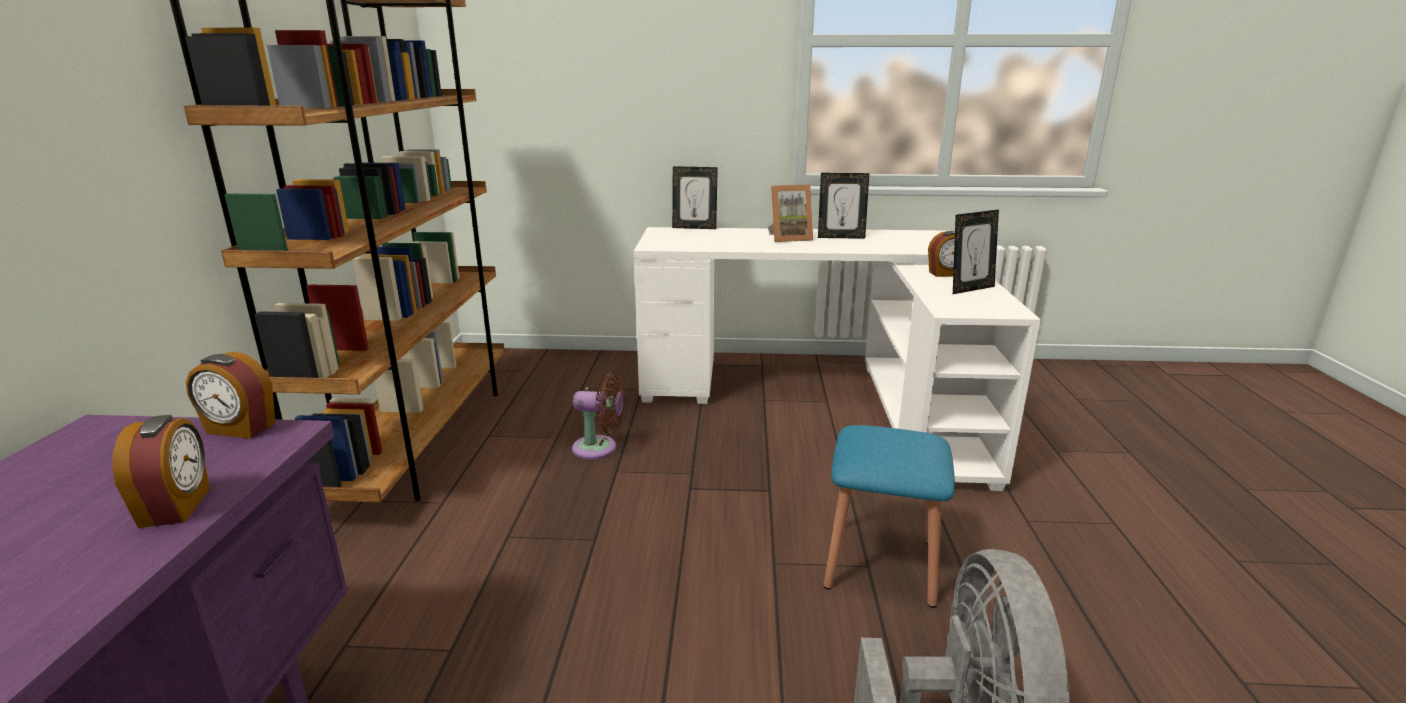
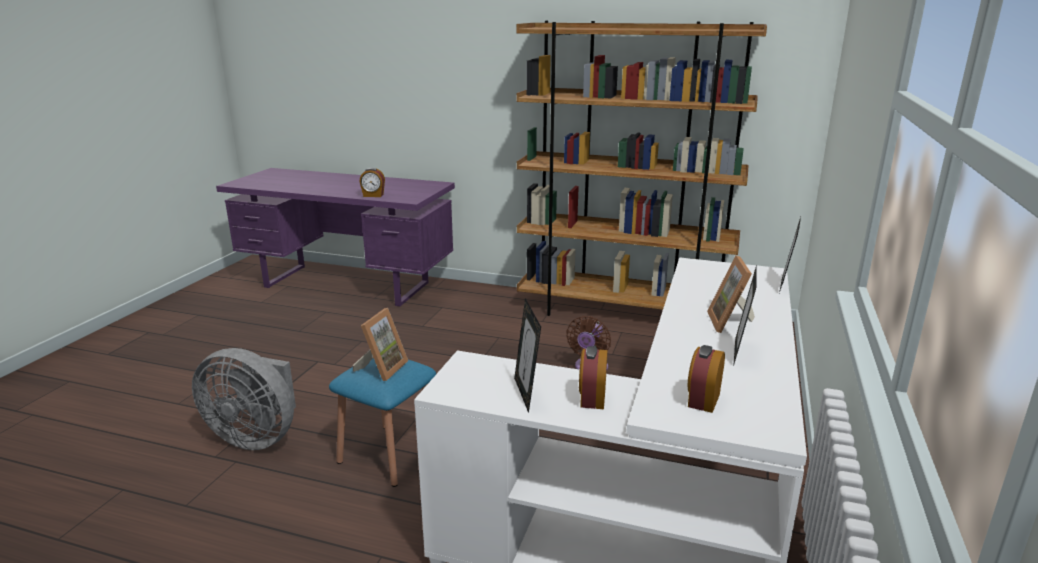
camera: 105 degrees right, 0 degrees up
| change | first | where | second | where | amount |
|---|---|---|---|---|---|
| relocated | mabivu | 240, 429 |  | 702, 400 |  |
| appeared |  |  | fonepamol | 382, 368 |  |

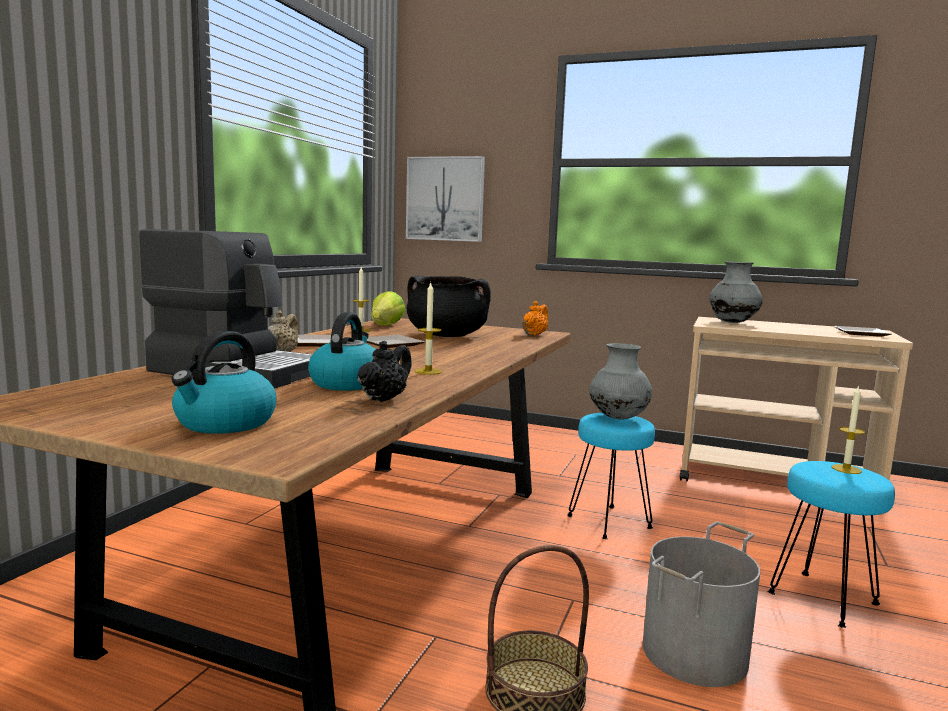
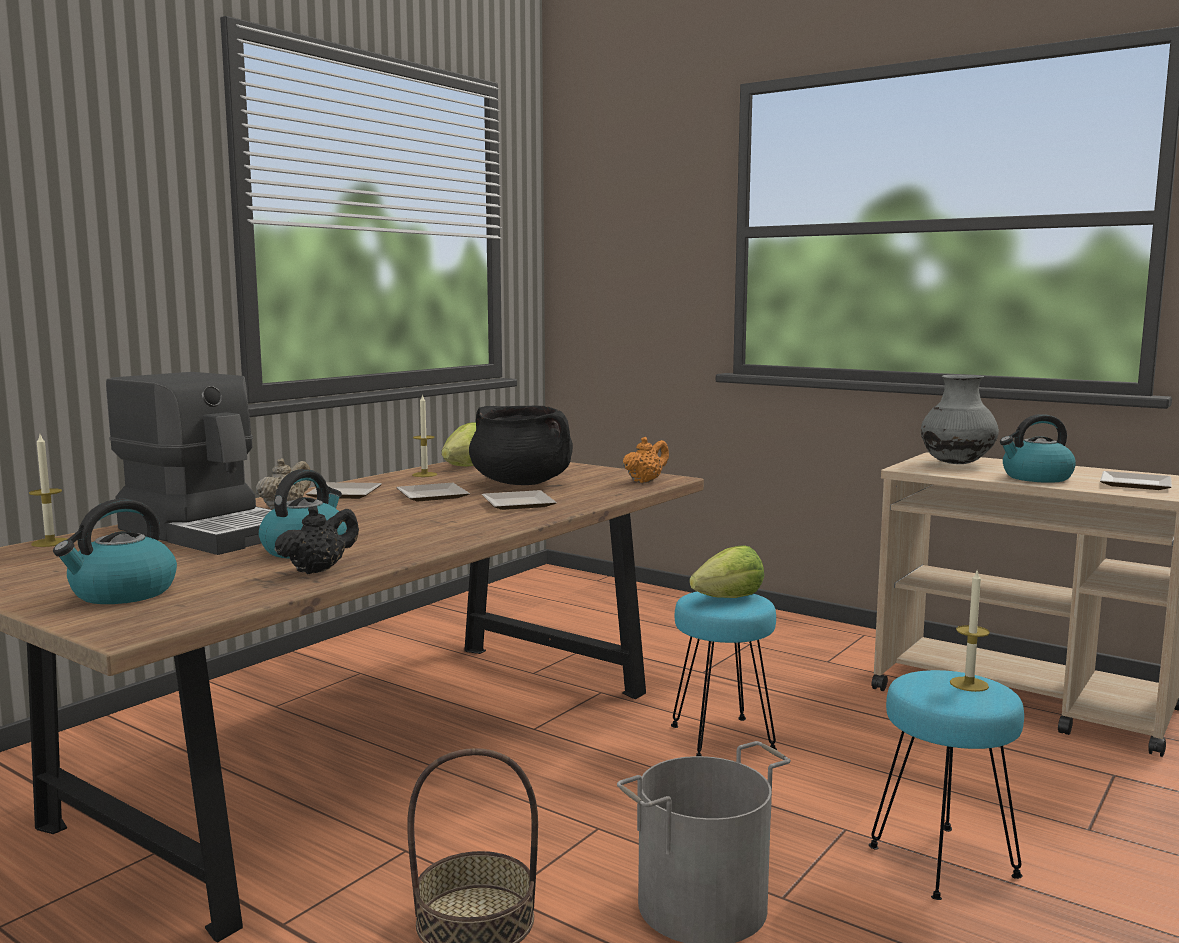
camera: 15 degrees right, 0 degrees up
| change | first | where | second | where | amount |
|---|---|---|---|---|---|
| missing | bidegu | 445, 199 |  |  |  |
| relocated | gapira | 428, 371 |  | 50, 542 |  |
| exchanged | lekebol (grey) | 618, 418 | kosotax | 729, 598 |  |
| appeared |  |  | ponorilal | 517, 504 |  |
| appeared |  |  | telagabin | 1036, 478 |  |

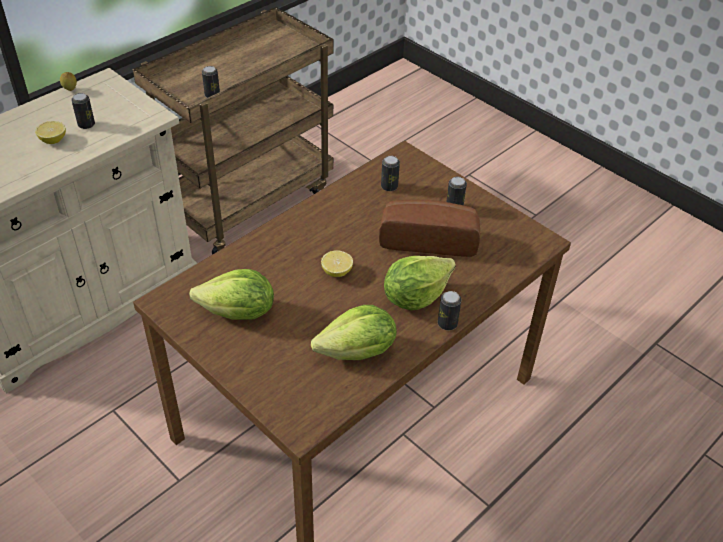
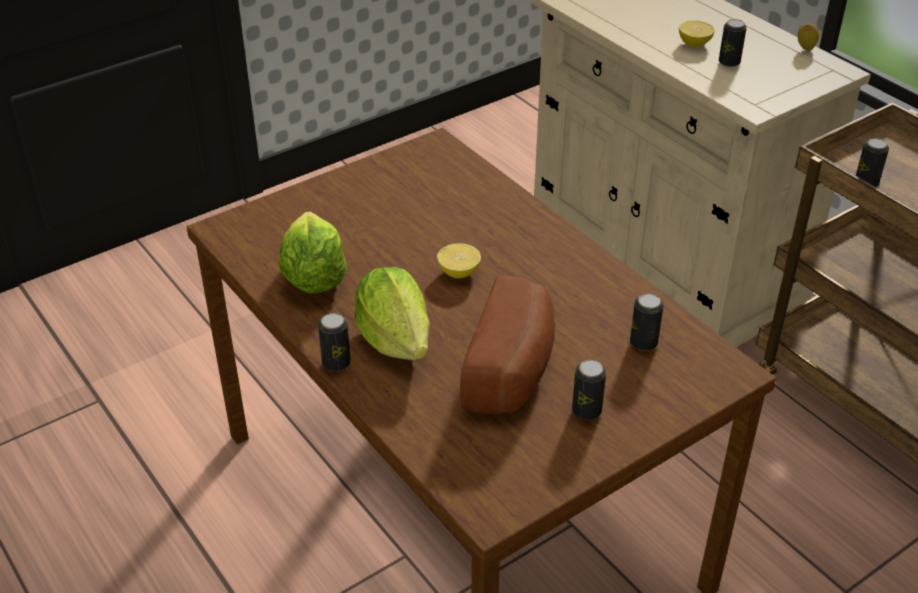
camera: 100 degrees right, 5 degrees down
| change | first | where | second | where | amount |
|---|---|---|---|---|---|
| missing | kosotax | 238, 313 |  |  |  |

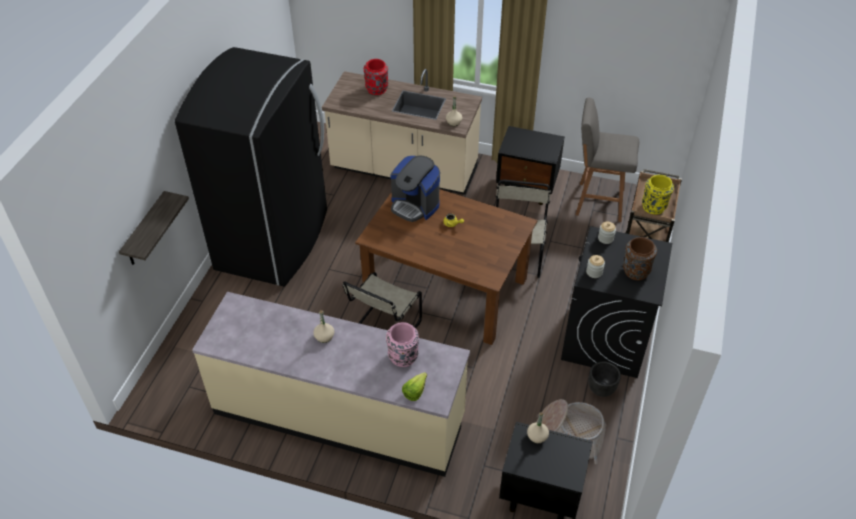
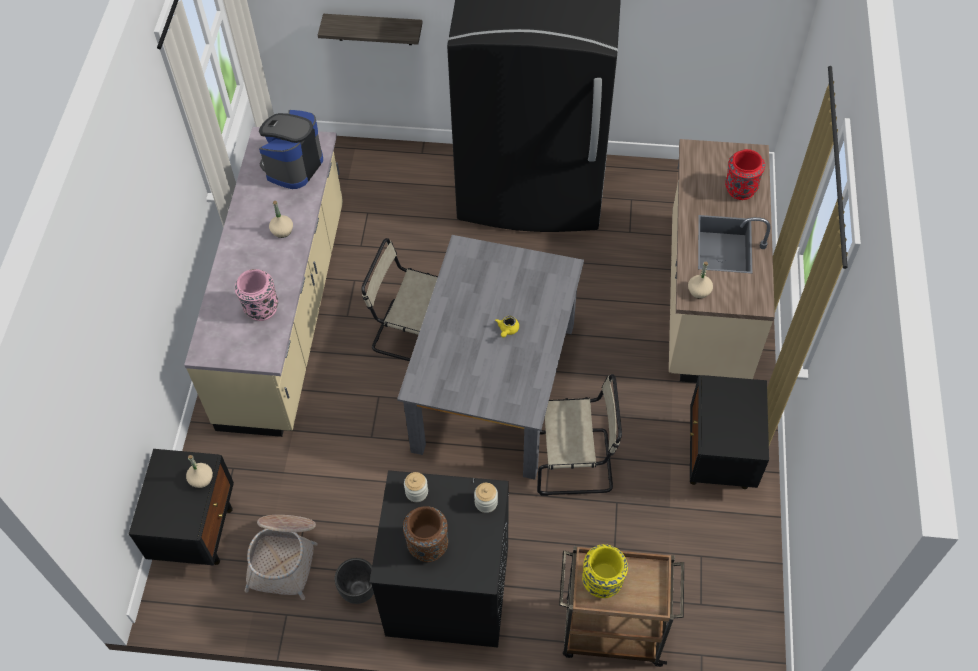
camera: 80 degrees right, 10 degrees up
| change | first | where | second | where | amount |
|---|---|---|---|---|---|
| colour | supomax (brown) | 447, 288 | supomax (grey) | 495, 387 |  |
| relocated | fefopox | 415, 205 |  | 293, 165 |  |
| missing | kosotax | 417, 390 |  |  |  |
| missing | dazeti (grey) | 597, 201 |  |  |  |

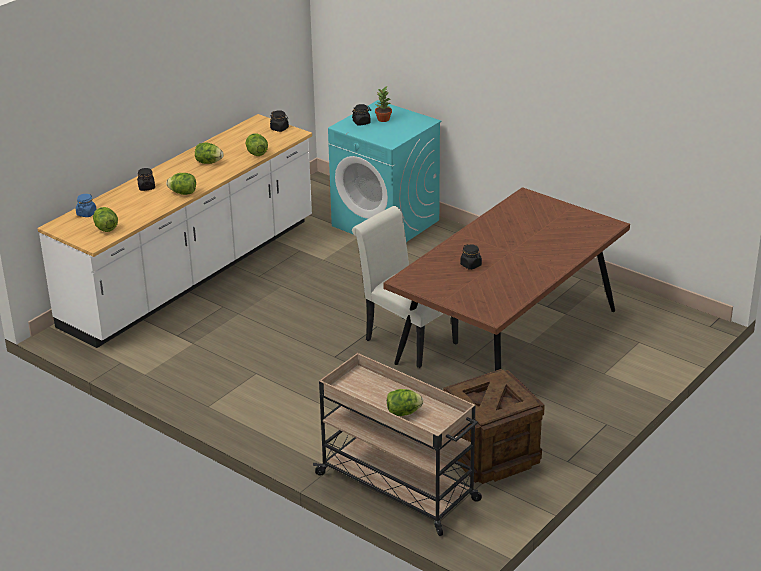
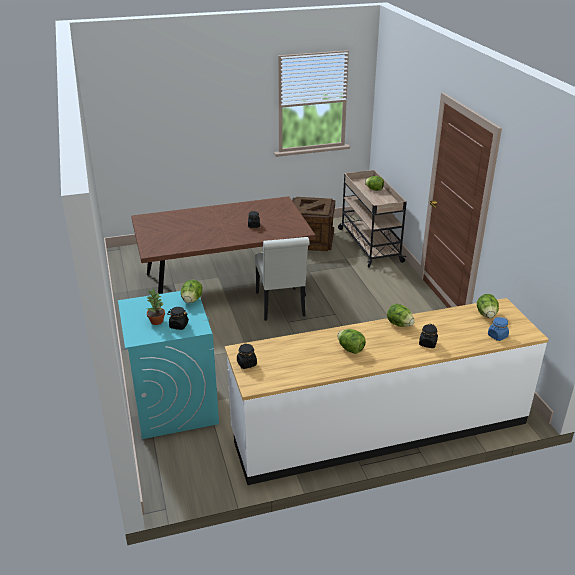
camera: 145 degrees left, 0 degrees up
| change | first | where | second | where | amount |
|---|---|---|---|---|---|
| relocated | kosotax | 256, 153 |  | 192, 300 |  |

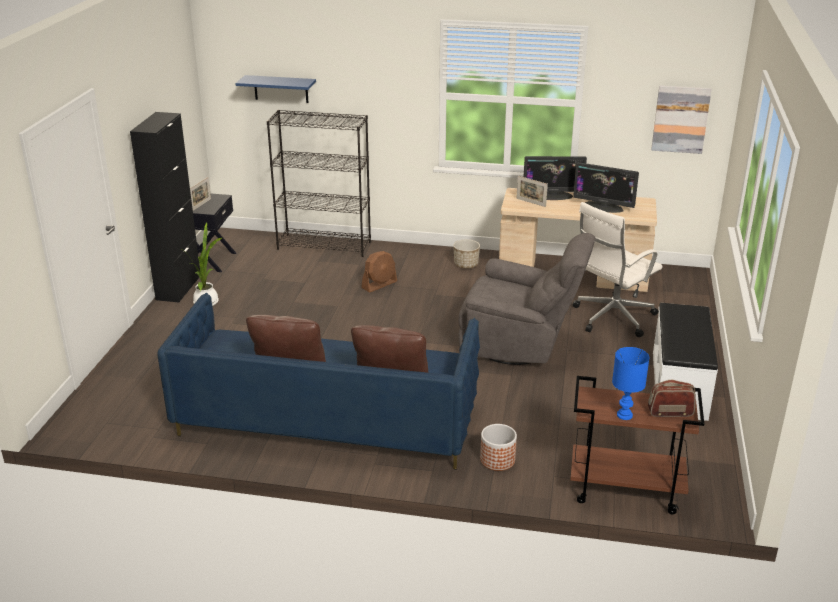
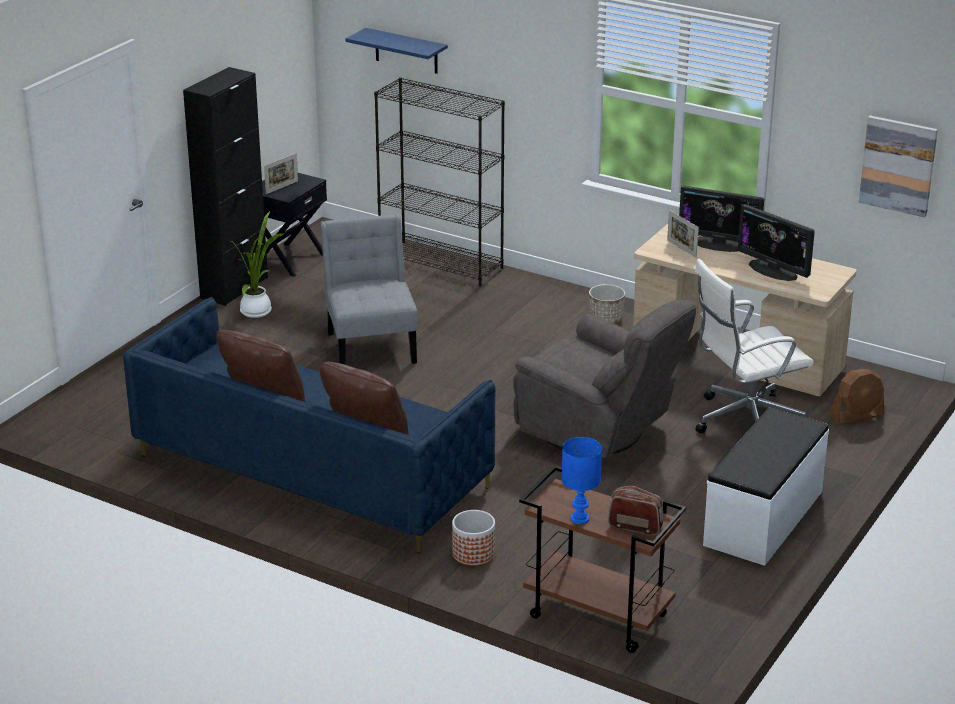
camera: 20 degrees right, 0 degrees up
| change | first | where | second | where | amount |
|---|---|---|---|---|---|
| relocated | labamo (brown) | 379, 285 |  | 857, 416 |  |
| appeared |  |  | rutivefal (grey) | 371, 345 |  |

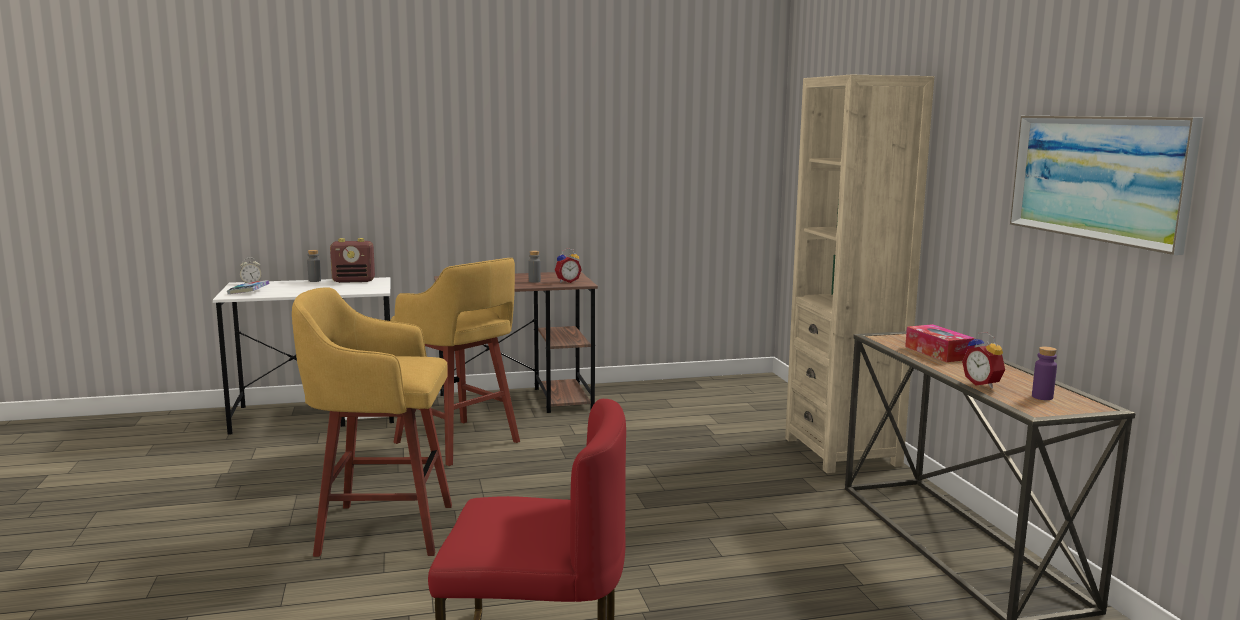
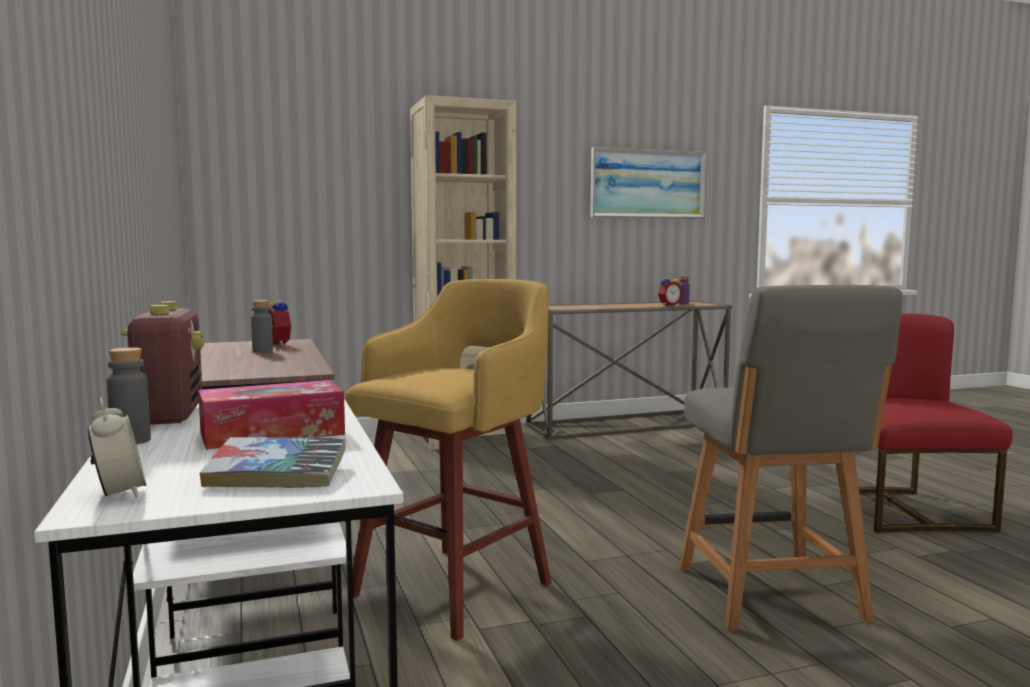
camera: 95 degrees left, 5 degrees down
| change | first | where | second | where | amount |
|---|---|---|---|---|---|
| exchanged | dazeti (yellow) | 381, 529 | rutivefal (grey) | 772, 596 |  |
| relocated | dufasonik | 938, 353 |  | 272, 434 |  |

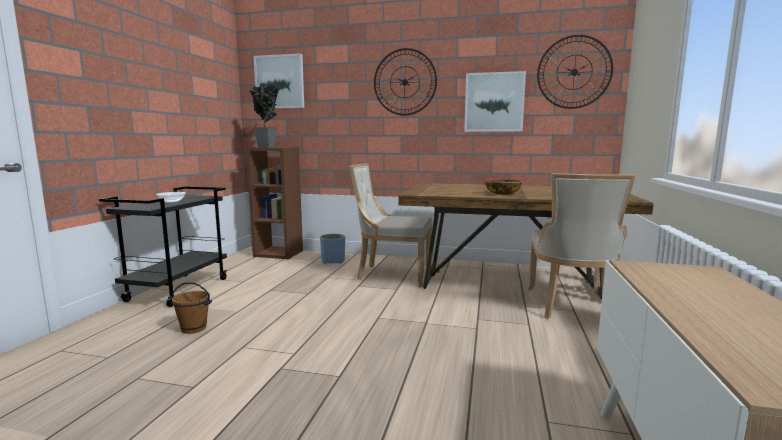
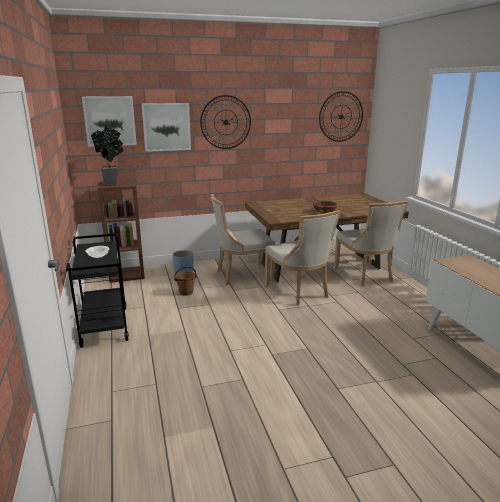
camera: 30 degrees left, 10 degrees up
| change | first | where | second | where | amount |
|---|---|---|---|---|---|
| relocated | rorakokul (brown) | 194, 328 |  | 186, 292 |  |
| relocated | bidegu | 494, 102 |  | 166, 127 |  |
| appeared |  |  | rutivefal (beige) | 299, 292 |  |

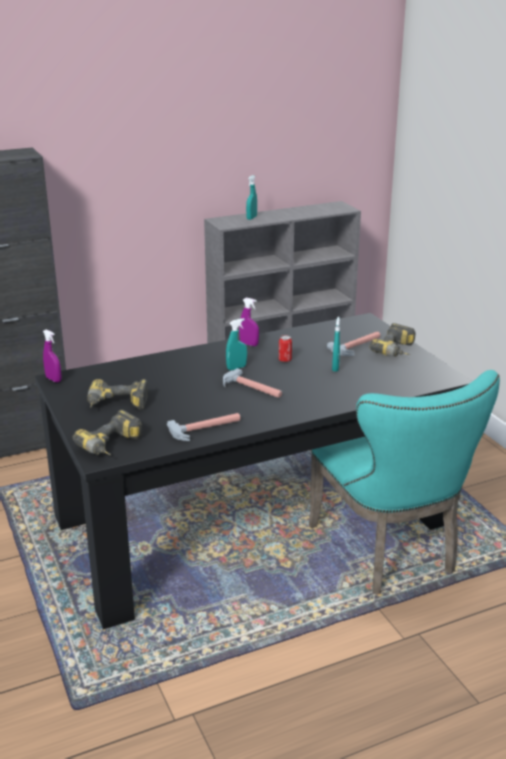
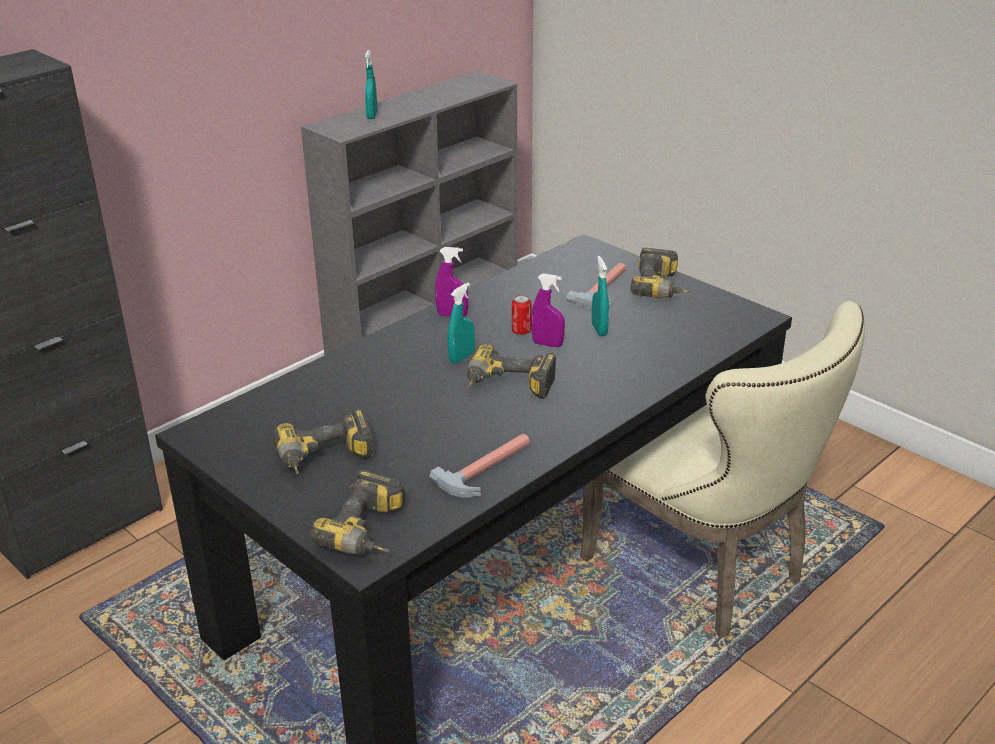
camera: 20 degrees left, 5 degrees up
| change | first | where | second | where | amount |
|---|---|---|---|---|---|
| relocated | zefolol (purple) | 53, 379 |  | 547, 344 |  |
| exchanged | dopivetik | 251, 388 | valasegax | 507, 387 |  |
| colour | rutivefal (turquoise) | 390, 553 | rutivefal (beige) | 707, 571 |  |

